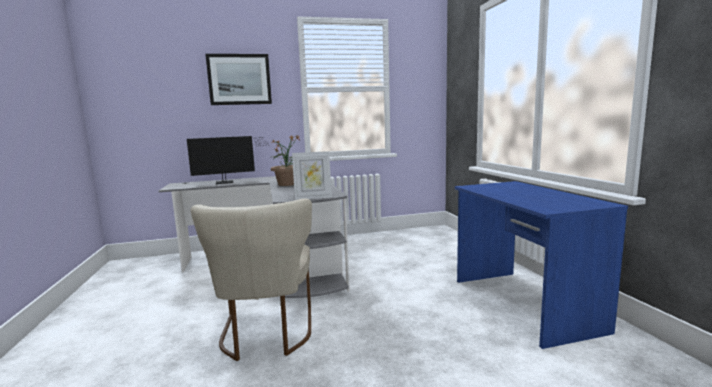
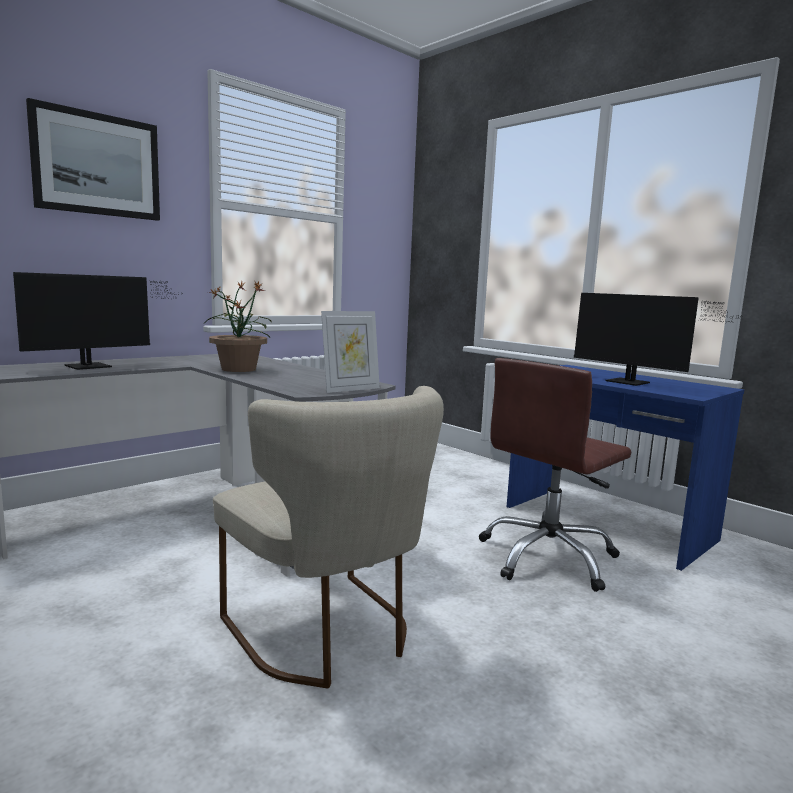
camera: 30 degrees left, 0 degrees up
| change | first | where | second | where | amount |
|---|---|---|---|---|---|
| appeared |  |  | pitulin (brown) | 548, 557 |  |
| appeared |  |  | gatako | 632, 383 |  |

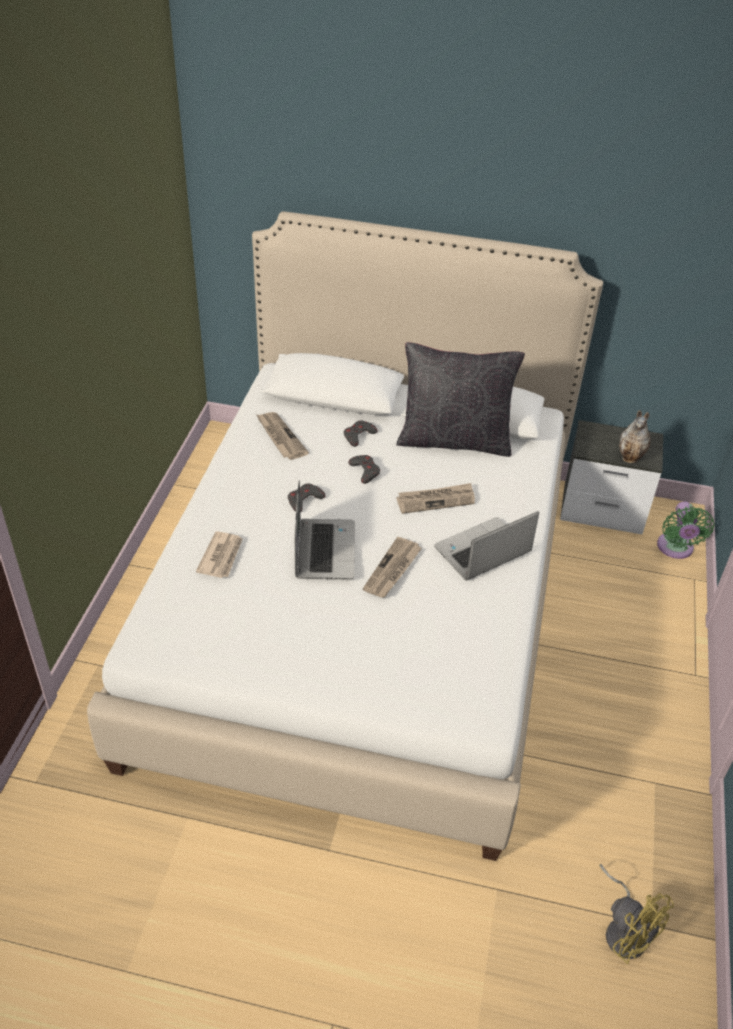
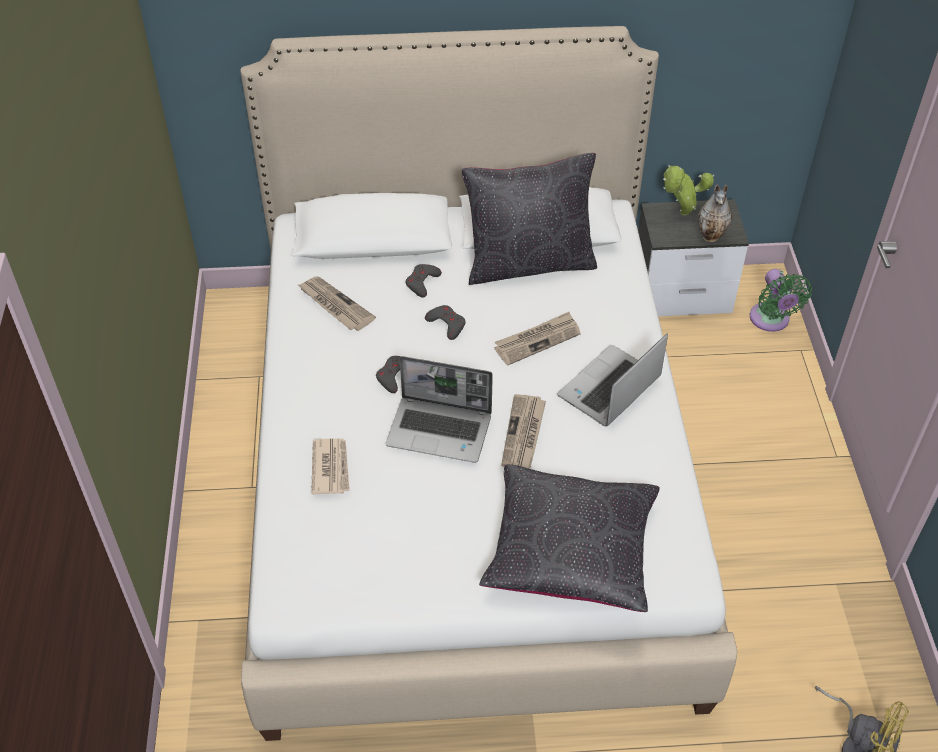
camera: 15 degrees left, 5 degrees up
| change | first | where | second | where | amount |
|---|---|---|---|---|---|
| spun | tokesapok | 323, 550 |  | 440, 430 | 120 degrees clockwise |
| appeared |  |  | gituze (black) | 570, 551 |  |
| appeared |  |  | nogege | 681, 214 |  |

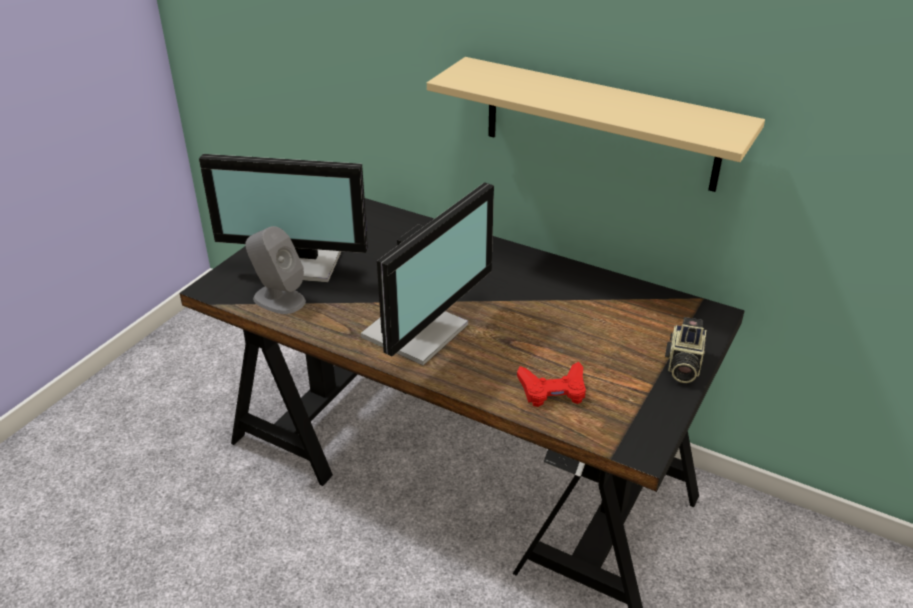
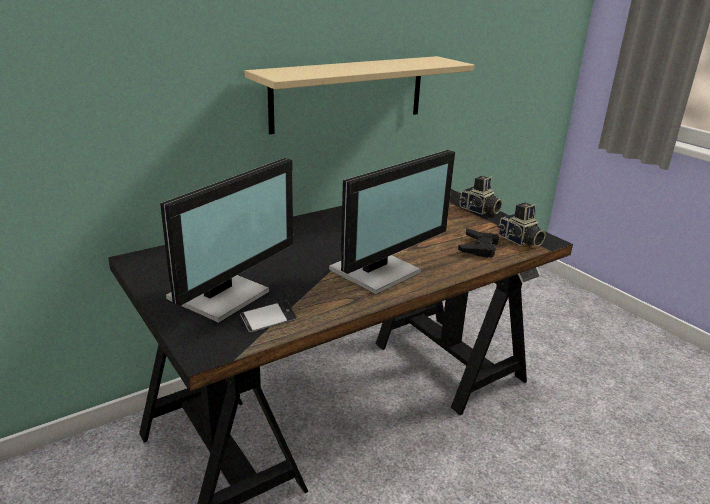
camera: 65 degrees left, 10 degrees down
| change | first | where | second | where | amount |
|---|---|---|---|---|---|
| exchanged | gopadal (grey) | 278, 299 | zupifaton | 268, 320 |  |
| spun | gatako | 419, 332 |  | 378, 272 | 75 degrees clockwise |
| colour | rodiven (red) | 553, 390 | rodiven (black) | 478, 247 |  |
| appeared |  |  | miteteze | 519, 241 |  |

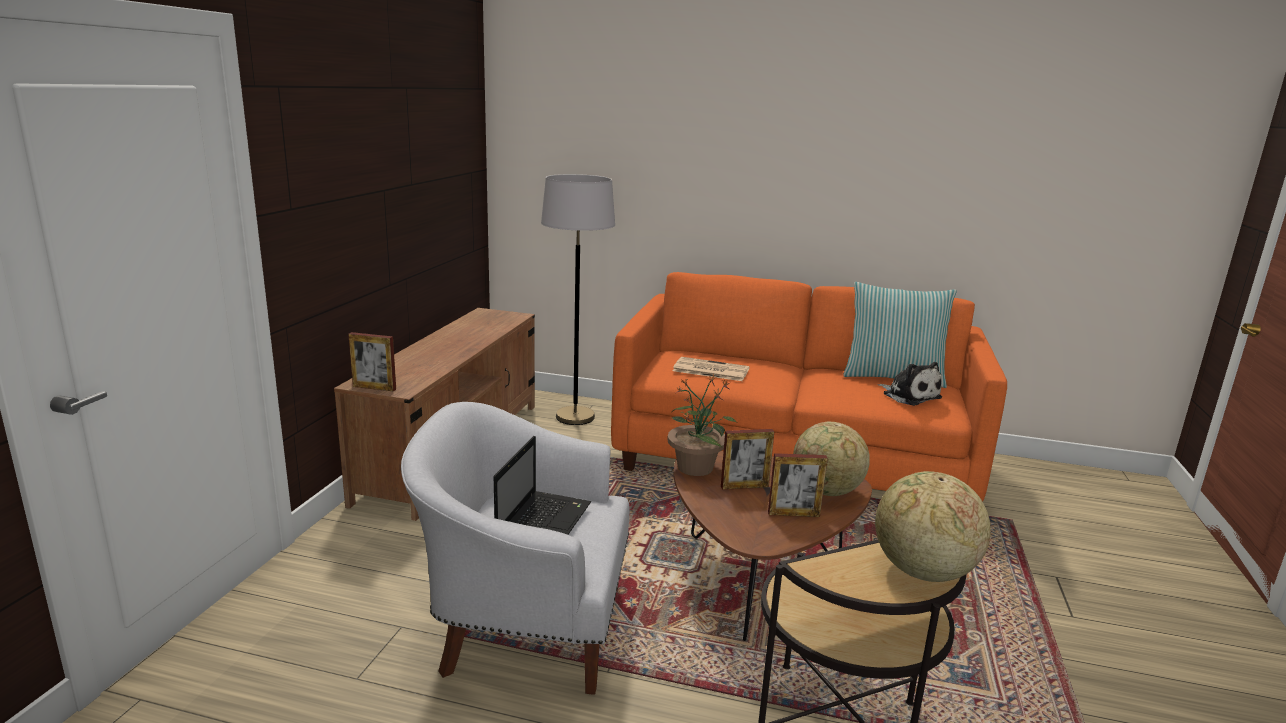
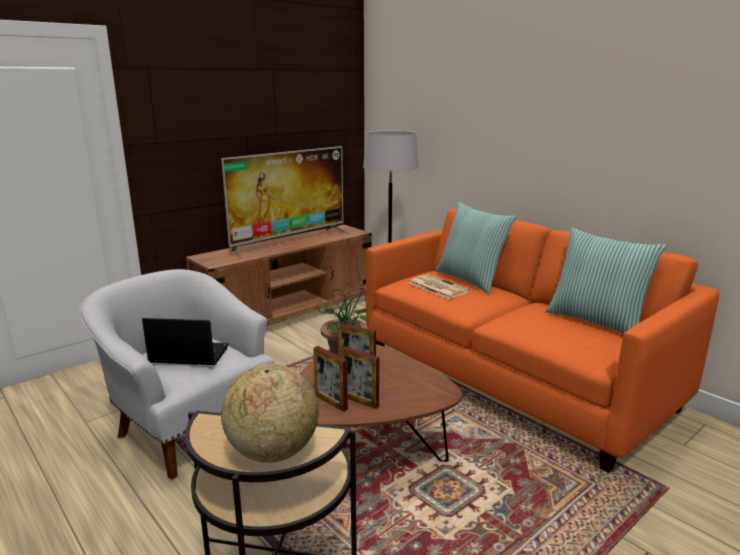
camera: 35 degrees right, 0 degrees up
| change | first | where | second | where | amount |
|---|---|---|---|---|---|
| relocated | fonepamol | 374, 388 |  | 331, 402 |  |
| spun | tokesapok | 544, 521 |  | 187, 355 | 135 degrees counterclockwise |
| missing | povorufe | 826, 492 |  |  |  |
| missing | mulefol | 909, 395 |  |  |  |
| appeared |  |  | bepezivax | 290, 242 |  |
| appeared |  |  | gituze | 471, 280 |  |

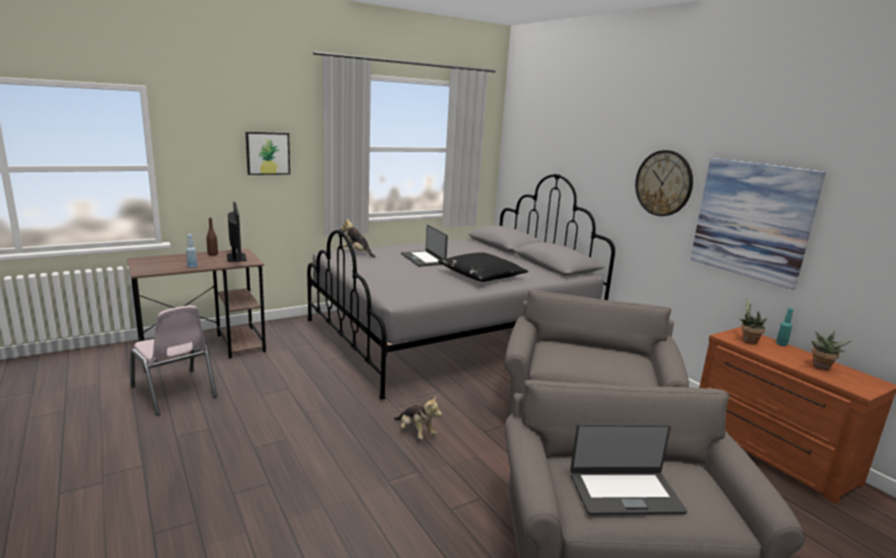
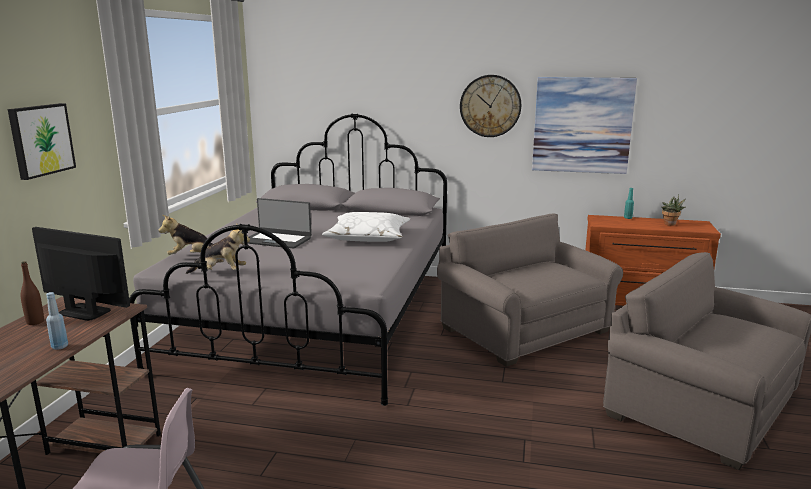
camera: 45 degrees left, 0 degrees up
| change | first | where | second | where | amount |
|---|---|---|---|---|---|
| relocated | mulefol | 416, 432 |  | 220, 273 |  |
| colour | gituze (black) | 481, 276 | gituze (white) | 368, 237 |  |
| missing | tokesapok | 624, 492 |  |  |  |
| missing | nogege | 747, 340 |  |  |  |

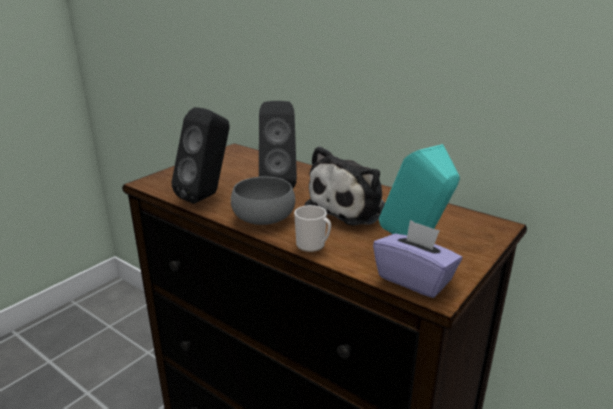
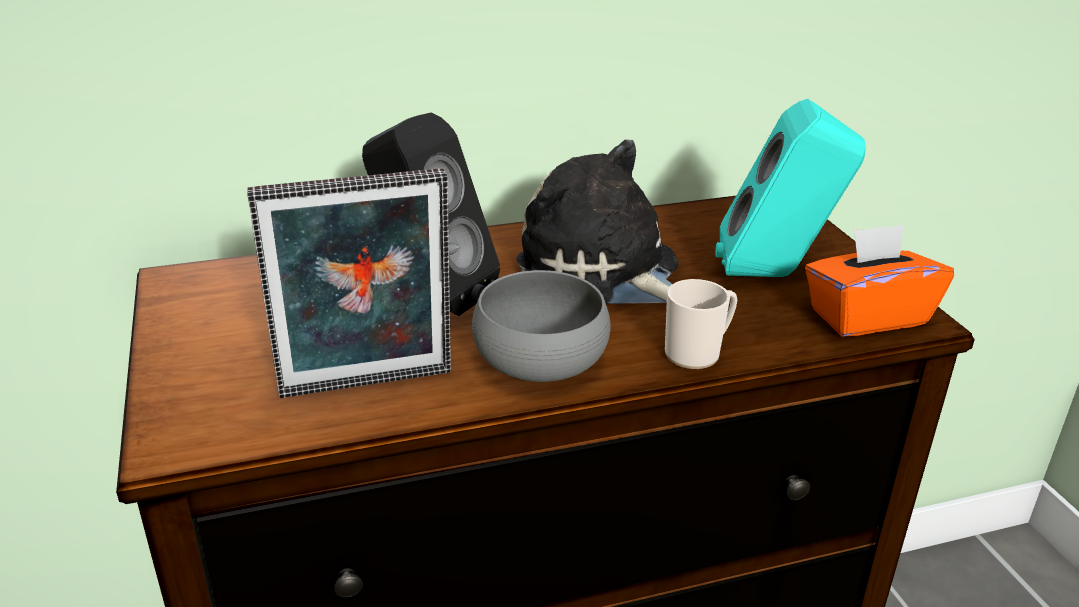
camera: 55 degrees left, 5 degrees up
| change | first | where | second | where | amount |
|---|---|---|---|---|---|
| exchanged | gopadal (black) | 207, 196 | fonepamol | 367, 387 |  |
| spun | mulefol | 351, 207 |  | 604, 272 | 150 degrees clockwise |
| colour | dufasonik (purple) | 414, 279 | dufasonik (orange) | 867, 316 |  |

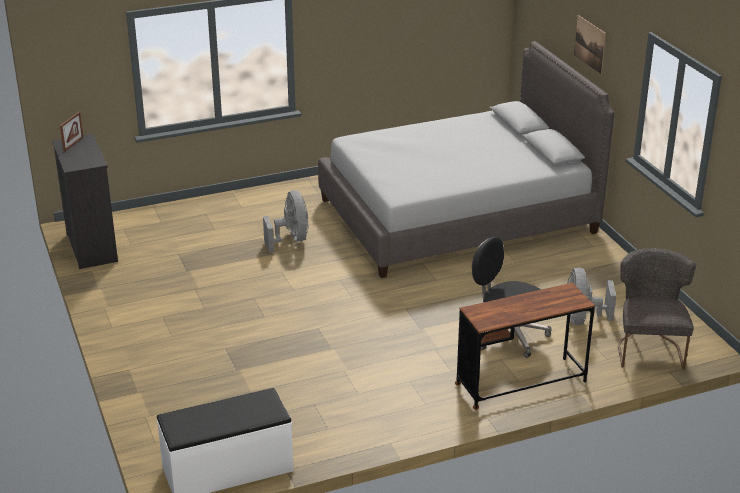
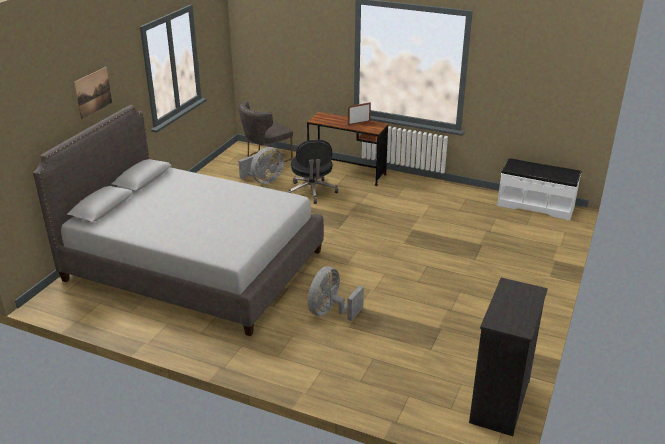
camera: 135 degrees left, 0 degrees up
| change | first | where | second | where | amount |
|---|---|---|---|---|---|
| relocated | fonepamol | 73, 144 |  | 359, 123 |  |

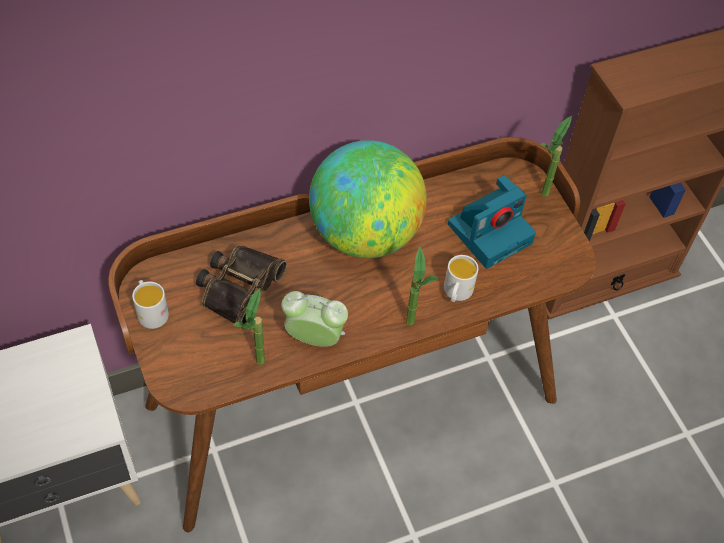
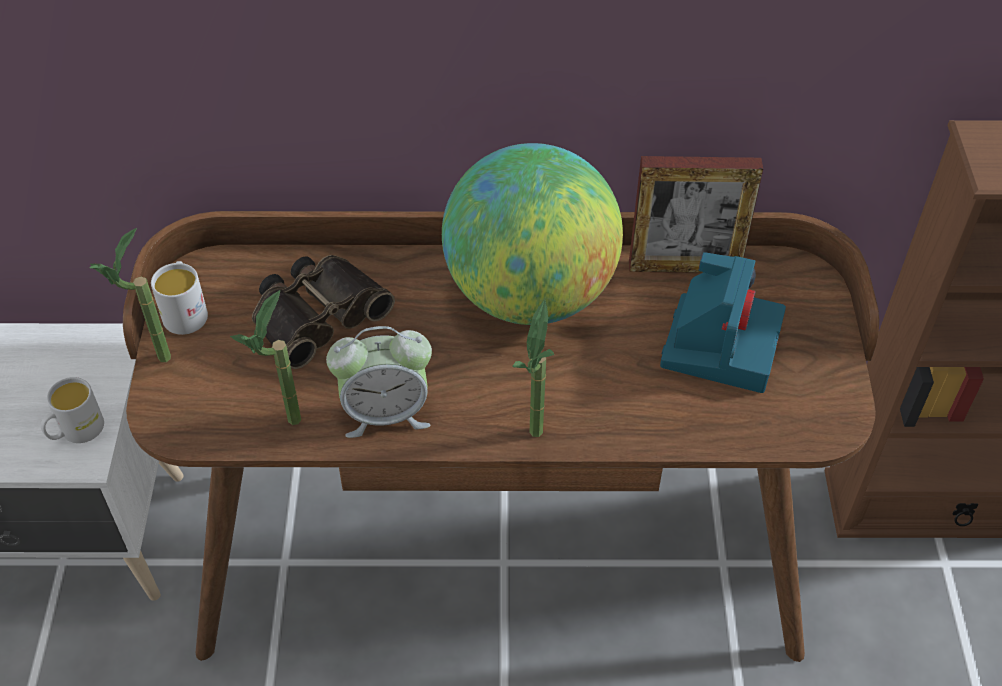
camera: 25 degrees right, 5 degrees down
| change | first | where | second | where | amount |
|---|---|---|---|---|---|
| spun | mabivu | 314, 338 |  | 385, 413 | 135 degrees clockwise |
| relocated | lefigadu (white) | 456, 293 |  | 76, 431 |  |
| spun | miteteze | 490, 232 |  | 720, 343 | 60 degrees counterclockwise |
| relocated | nogege | 542, 199 |  | 152, 364 |  |
| appeared |  |  | fonepamol | 684, 267 |  |

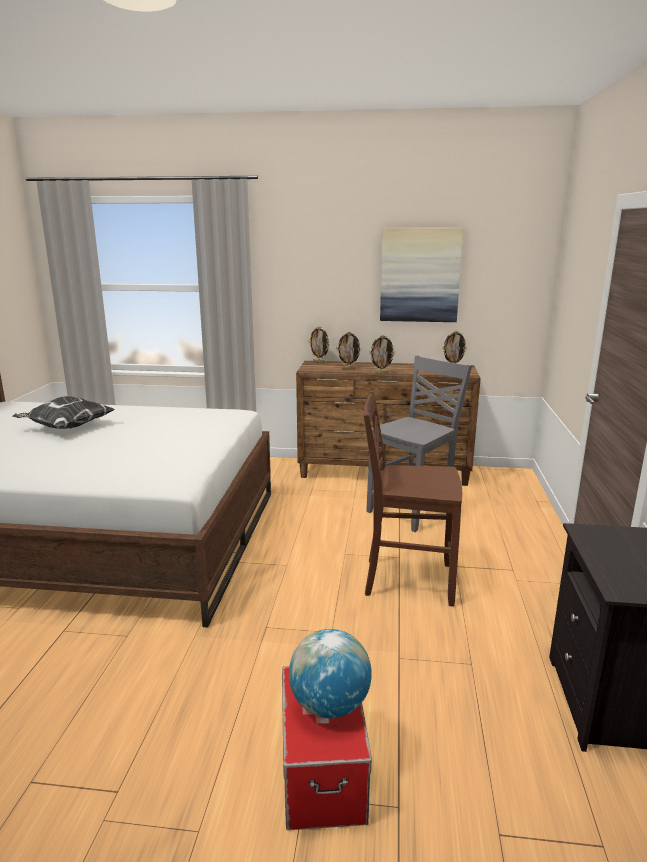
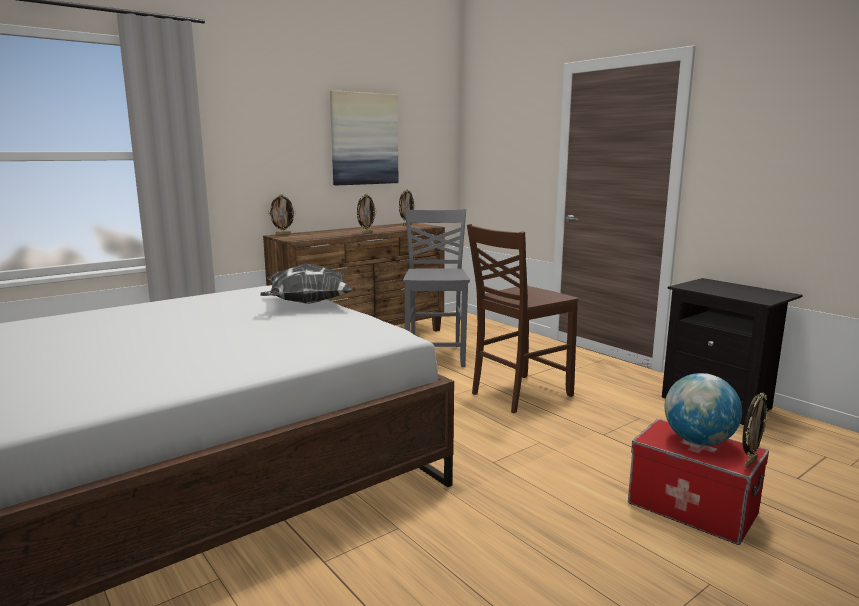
camera: 45 degrees left, 5 degrees down
| change | first | where | second | where | amount |
|---|---|---|---|---|---|
| relocated | gituze | 66, 428 |  | 306, 304 |  |
| relocated | fonepamol | 348, 369 |  | 749, 462 |  |

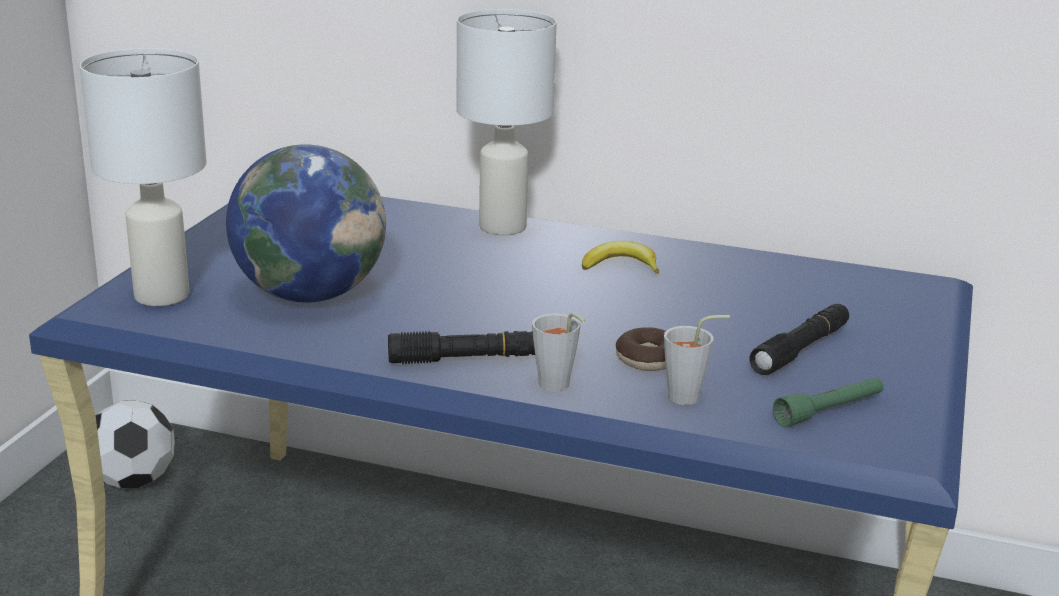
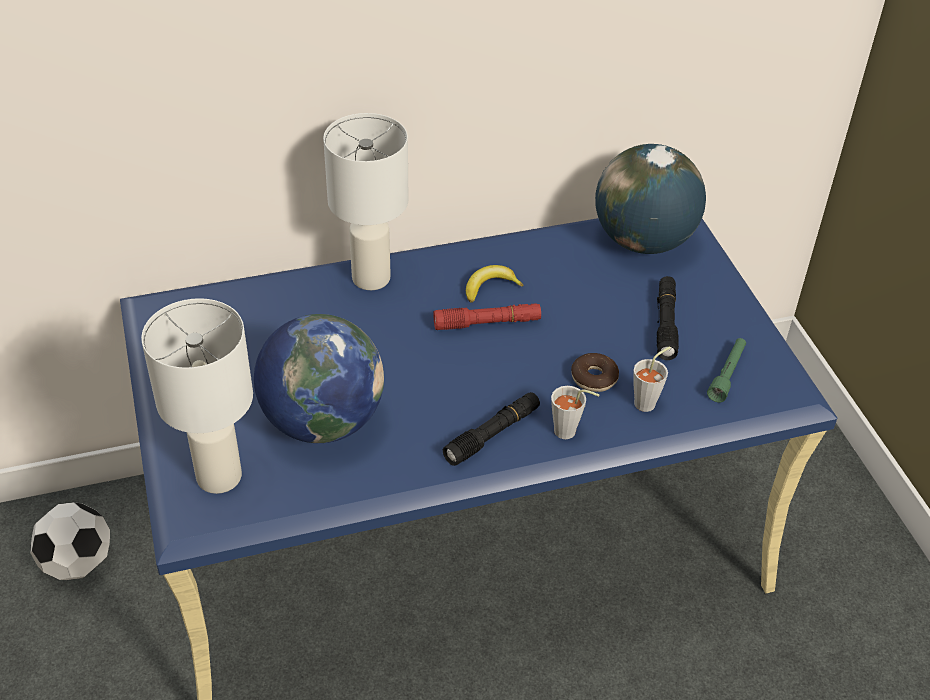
camera: 35 degrees left, 20 degrees up
| change | first | where | second | where | amount |
|---|---|---|---|---|---|
| appeared |  |  | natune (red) | 487, 323 |  |
| appeared |  |  | povorufe | 644, 241 |  |

